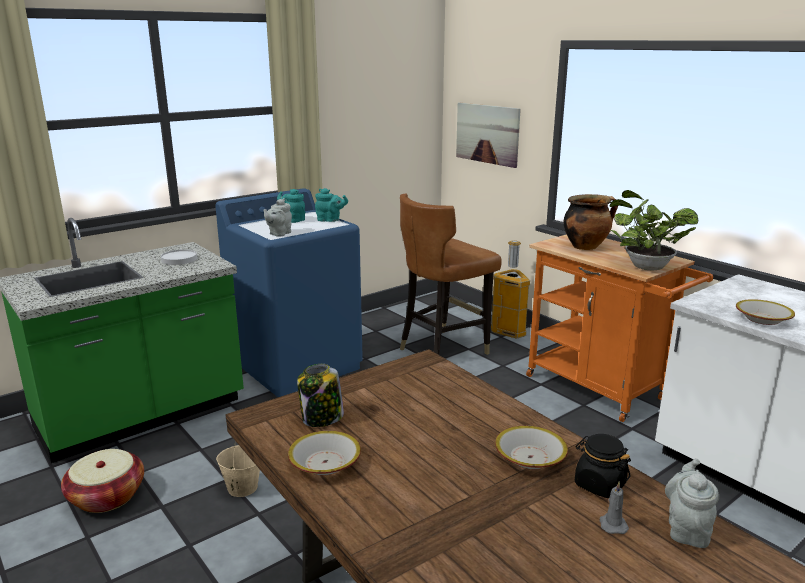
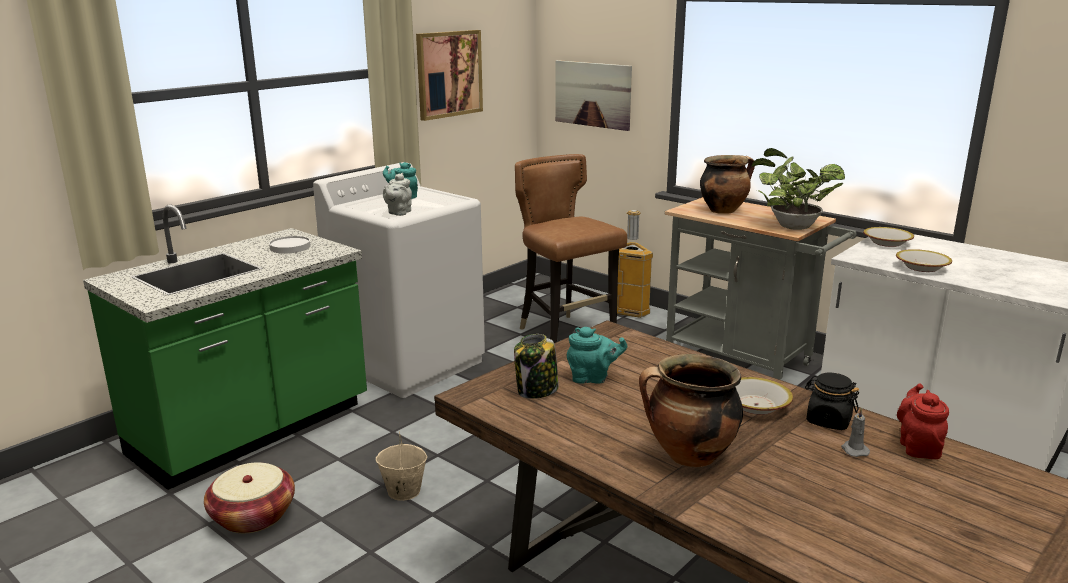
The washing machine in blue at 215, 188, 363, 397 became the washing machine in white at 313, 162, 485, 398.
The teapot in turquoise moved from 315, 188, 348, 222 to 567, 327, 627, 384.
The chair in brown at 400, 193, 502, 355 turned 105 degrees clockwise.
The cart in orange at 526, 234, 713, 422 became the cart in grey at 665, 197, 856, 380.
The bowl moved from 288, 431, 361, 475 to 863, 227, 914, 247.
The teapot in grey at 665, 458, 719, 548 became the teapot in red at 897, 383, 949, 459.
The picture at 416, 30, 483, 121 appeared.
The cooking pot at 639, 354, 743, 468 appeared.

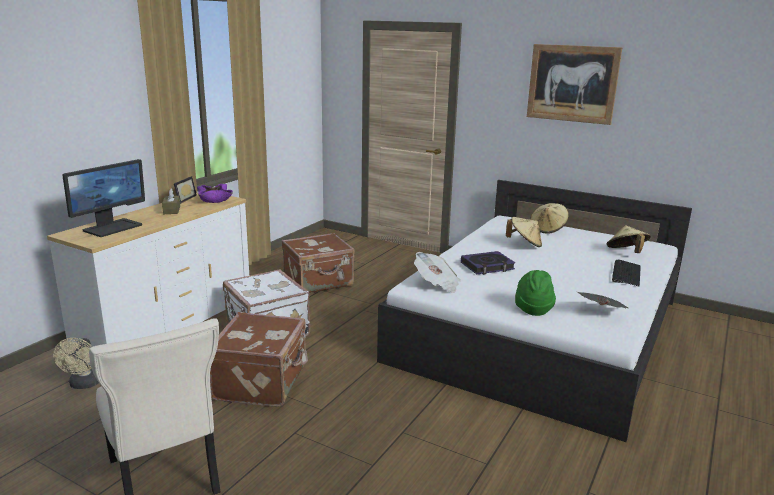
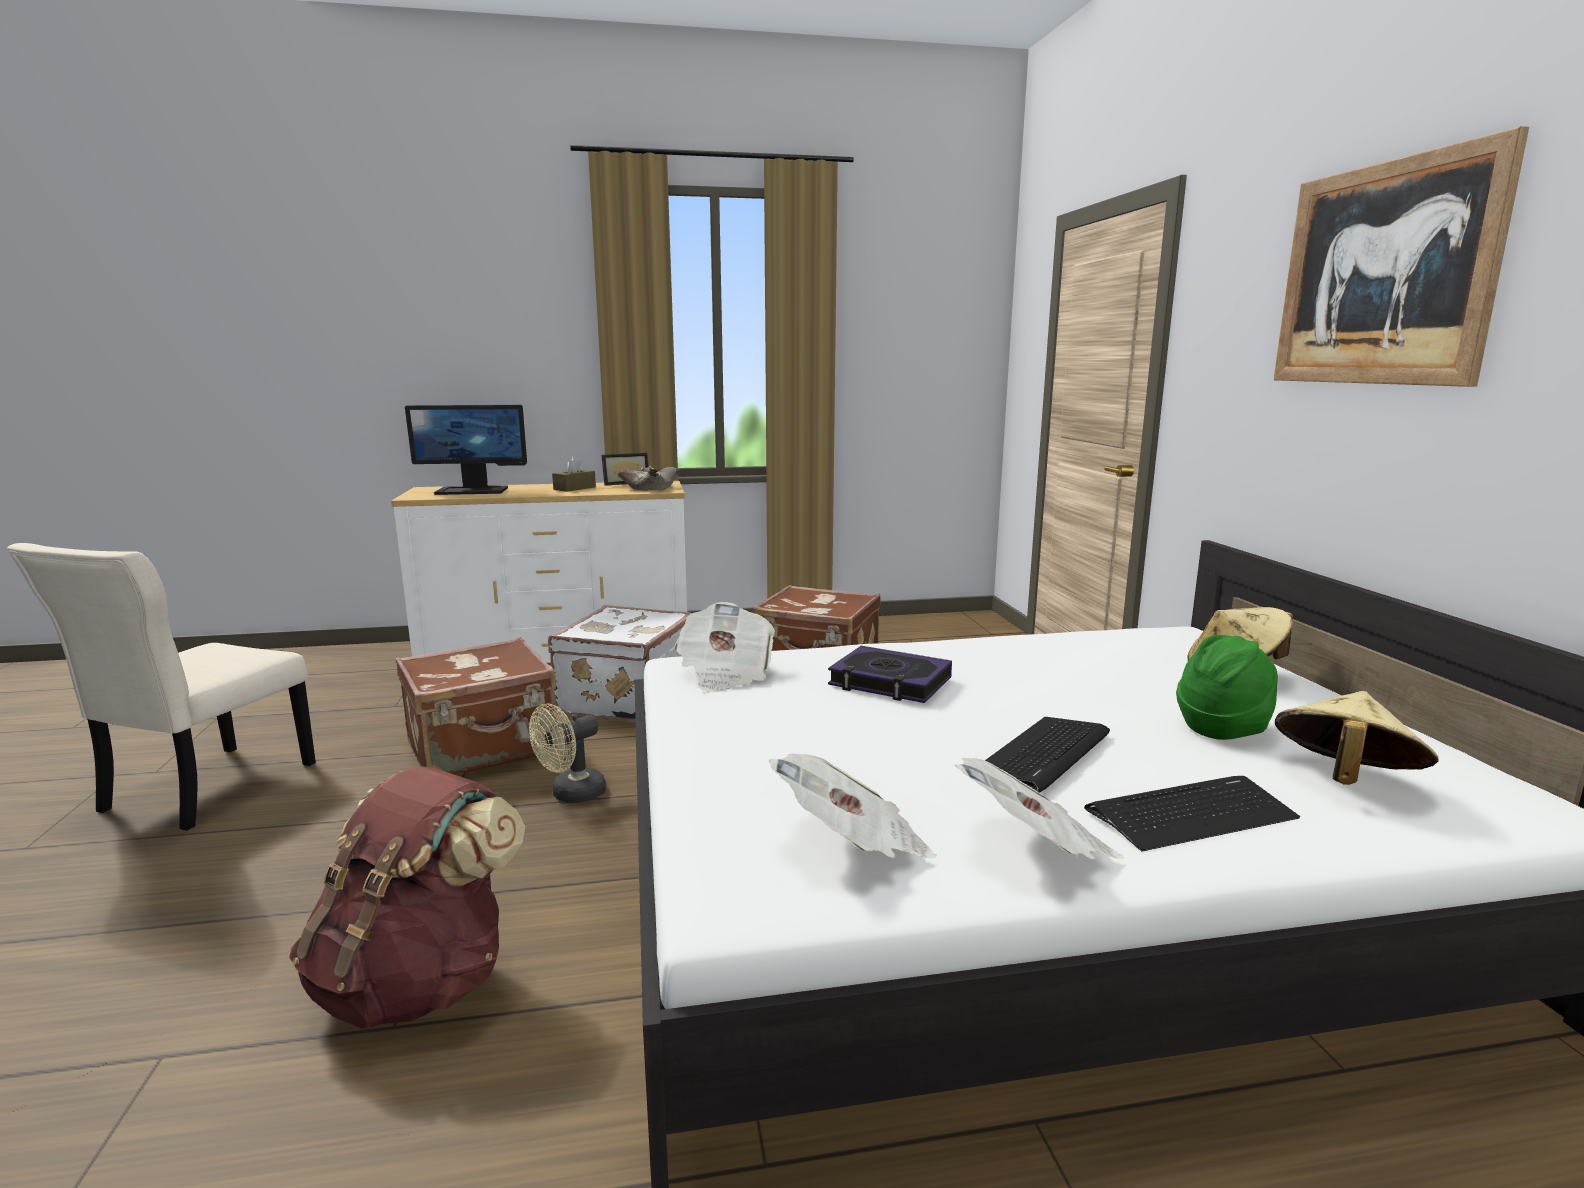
The bowl in purple at 197, 184, 233, 203 became the bowl in beige at 617, 466, 680, 491.
The hat in beige at 506, 217, 542, 247 disappeared.
The hat in green moved from 515, 270, 556, 316 to 1176, 635, 1278, 740.
The fan in beige moved from 53, 338, 99, 389 to 529, 704, 606, 803.
The keyboard at 985, 717, 1110, 793 appeared.
The newspaper at 955, 758, 1124, 860 appeared.
The backpack in brown at 289, 766, 525, 1029 appeared.

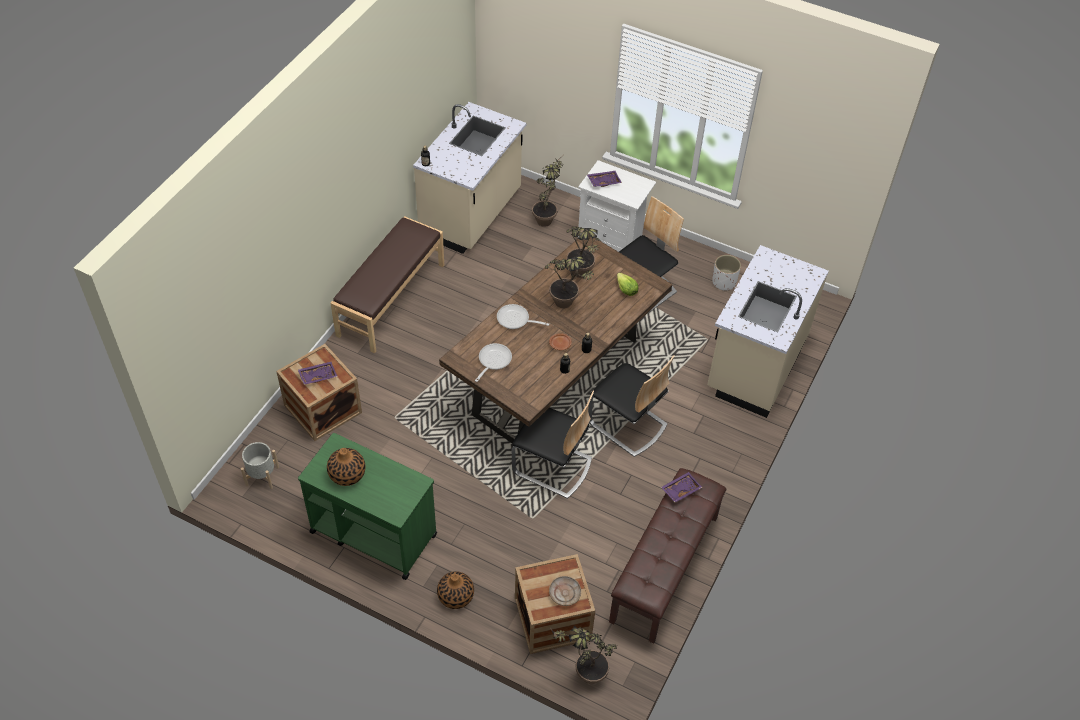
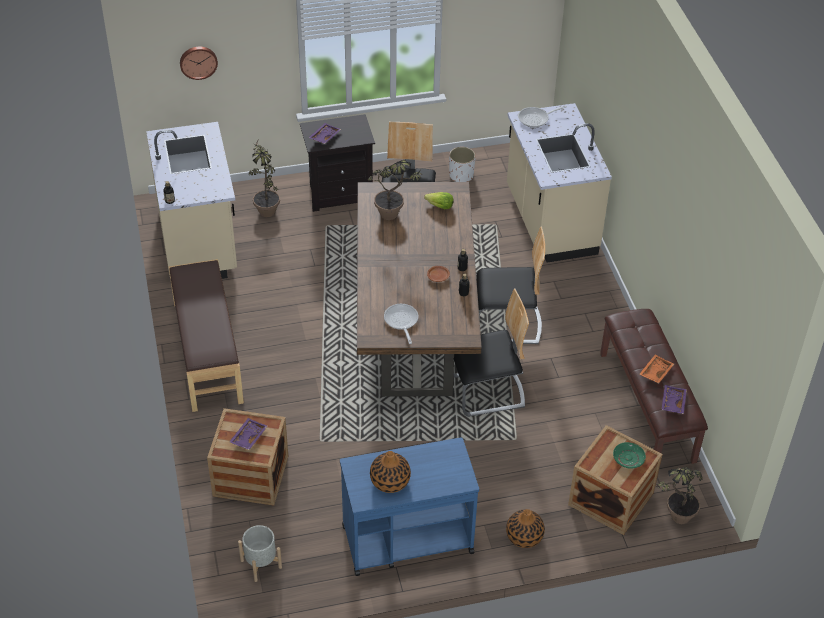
The nightstand in white at 578, 160, 656, 252 became the nightstand in black at 300, 114, 375, 212.
The potted plant at 545, 256, 594, 308 disappeared.
The frying pan moved from 497, 304, 549, 329 to 518, 106, 567, 128.
The cart in green at 298, 433, 437, 580 became the cart in blue at 340, 437, 479, 576.
The tray in purple moved from 661, 472, 703, 502 to 661, 385, 687, 414.
The plate in beige at 549, 576, 581, 606 became the plate in green at 613, 442, 646, 469.
The wall clock at 180, 47, 218, 80 appeared.
The tray in orange at 639, 355, 674, 384 appeared.

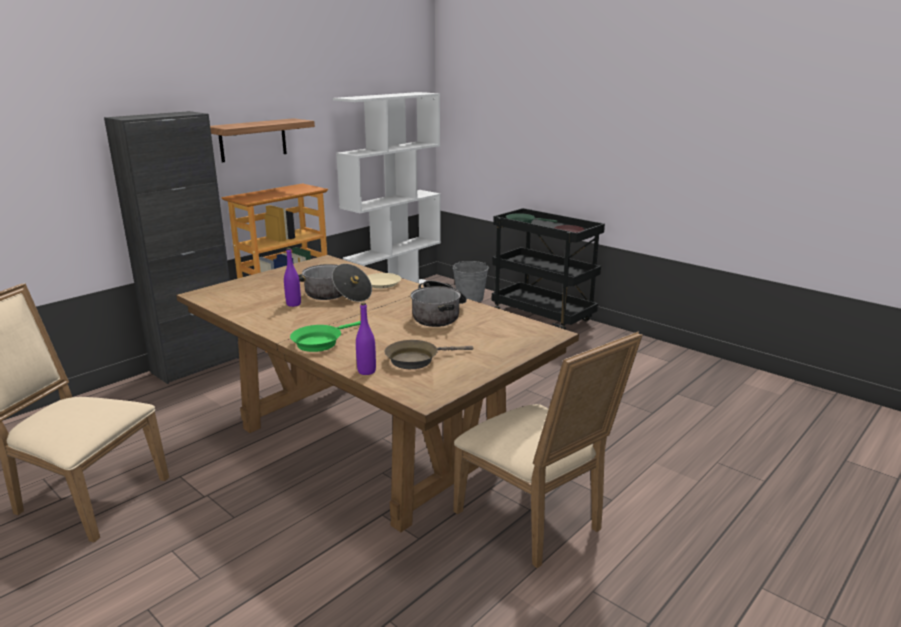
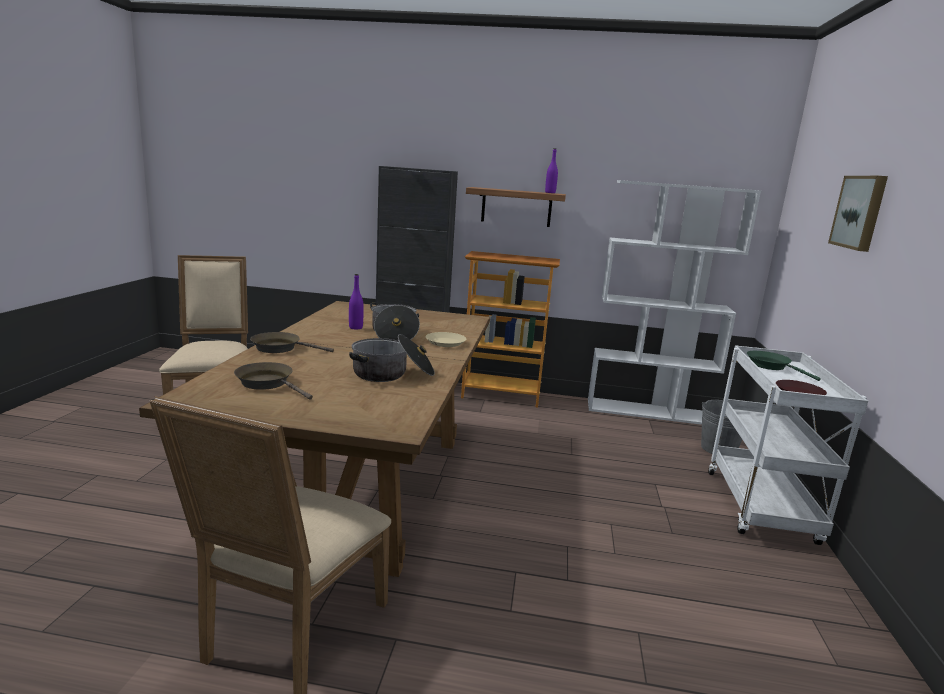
The cart in black at 492, 208, 605, 330 became the cart in white at 708, 345, 868, 545.
The bottle in purple moved from 356, 302, 376, 375 to 545, 148, 558, 193.
The frying pan in green at 290, 321, 361, 352 became the frying pan in brown at 250, 332, 334, 353.
The picture at 828, 176, 888, 252 appeared.

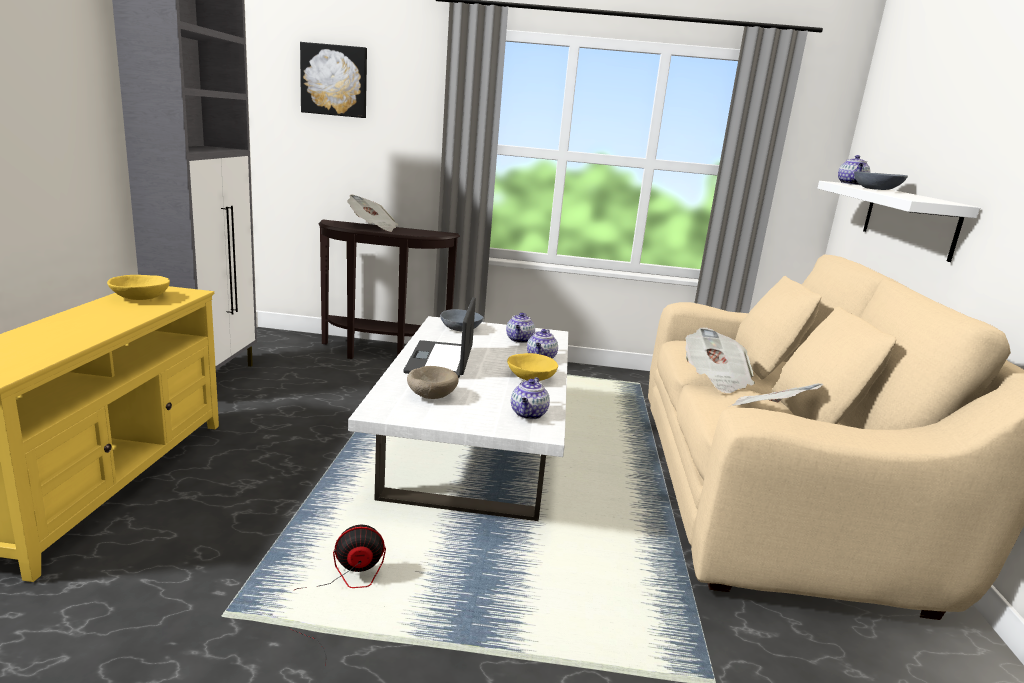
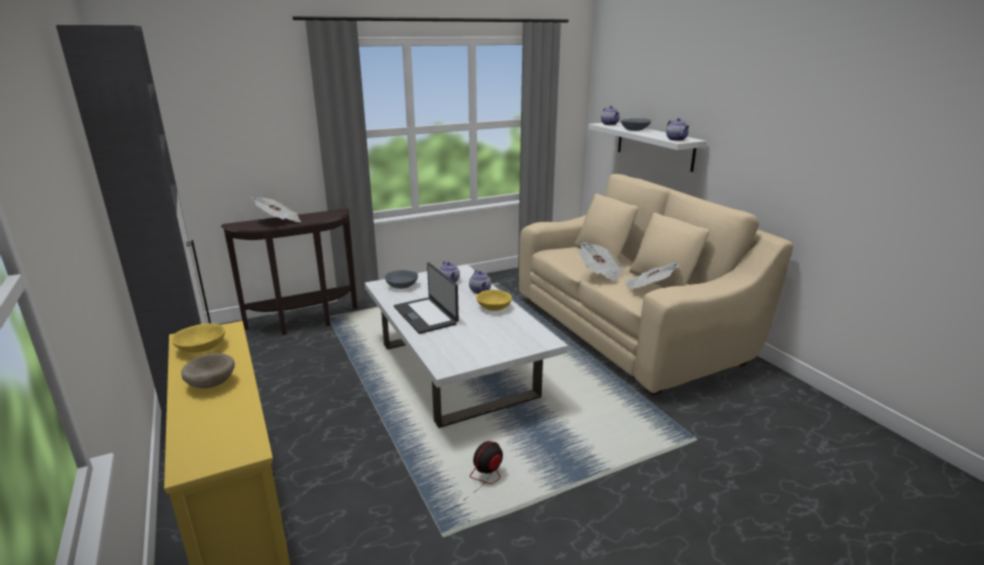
The picture at 300, 42, 367, 118 disappeared.
The bowl in beige moved from 407, 366, 459, 399 to 181, 353, 235, 389.
The teapot moved from 511, 377, 550, 419 to 666, 118, 689, 141.

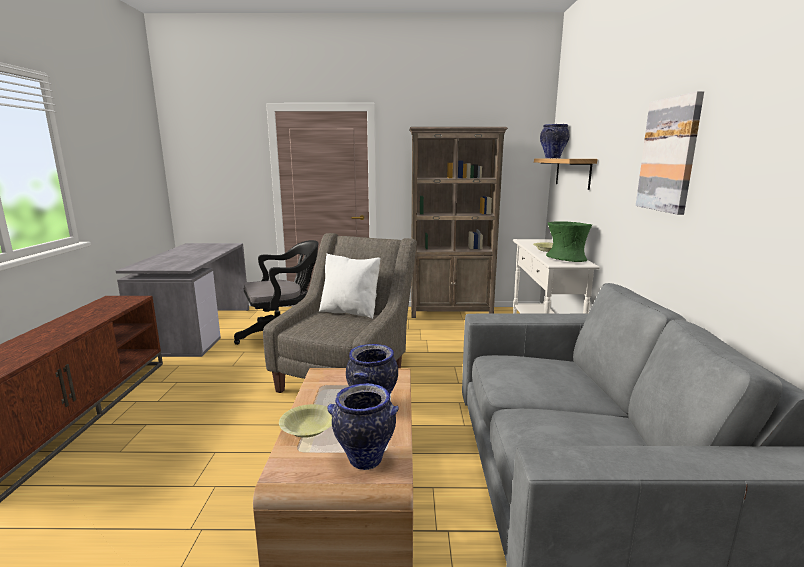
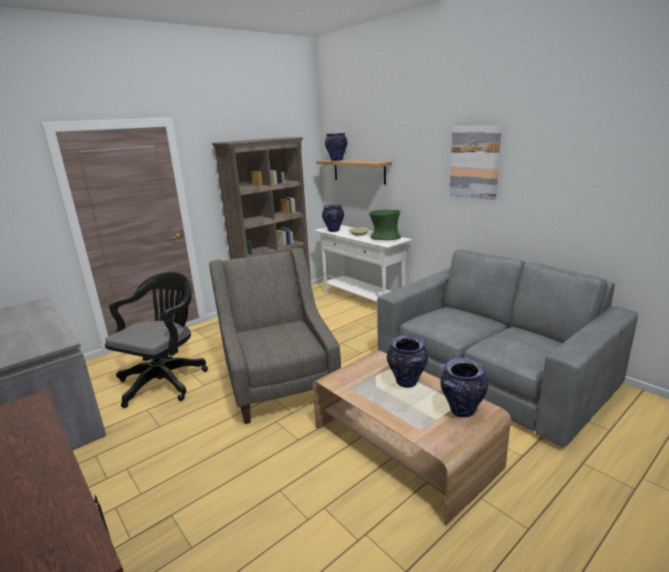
The pillow in white at 319, 253, 381, 319 disappeared.
The bowl in yellow at 279, 404, 332, 438 disappeared.
The vase at 322, 204, 344, 232 appeared.

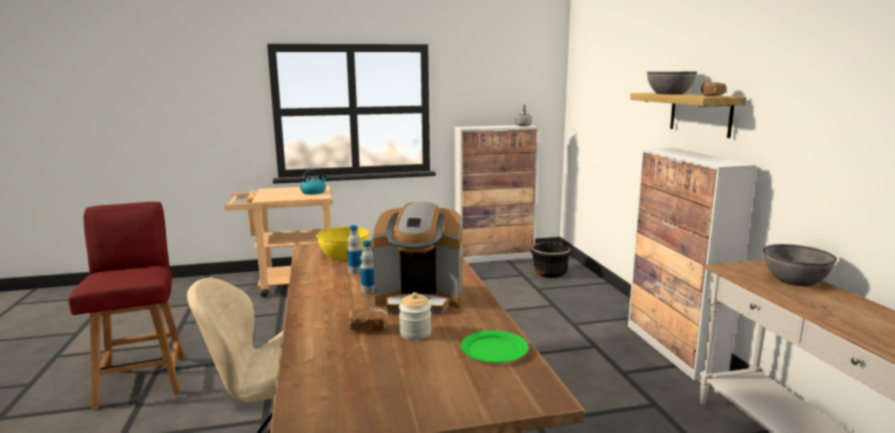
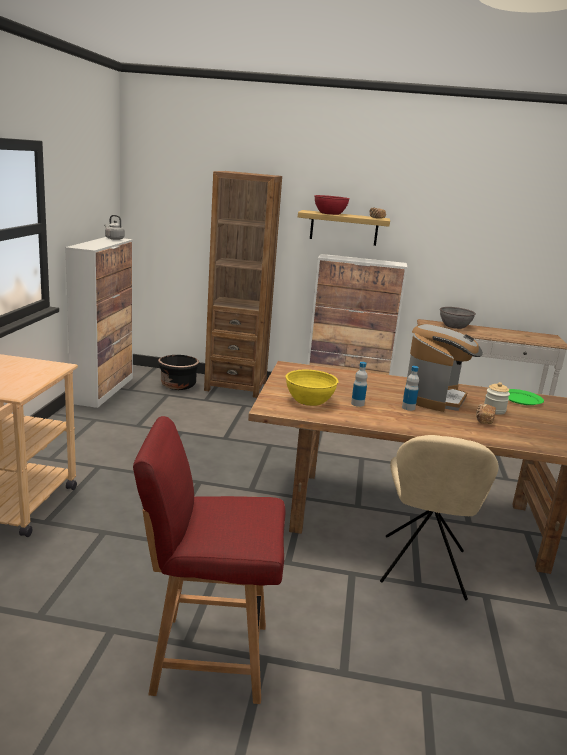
The bowl in grey at 647, 72, 697, 94 became the bowl in red at 314, 195, 350, 215.
The kettle at 300, 169, 327, 195 disappeared.
The bookcase in brown at 204, 171, 282, 398 appeared.

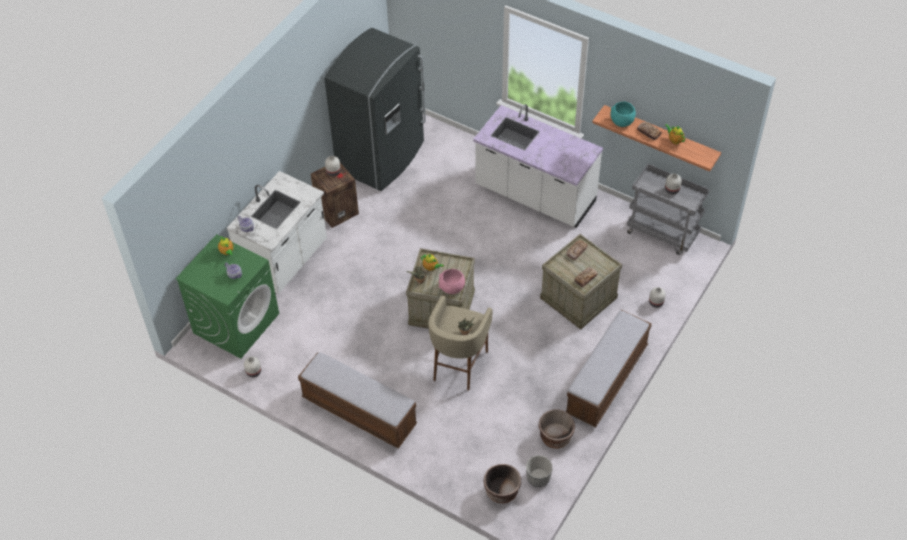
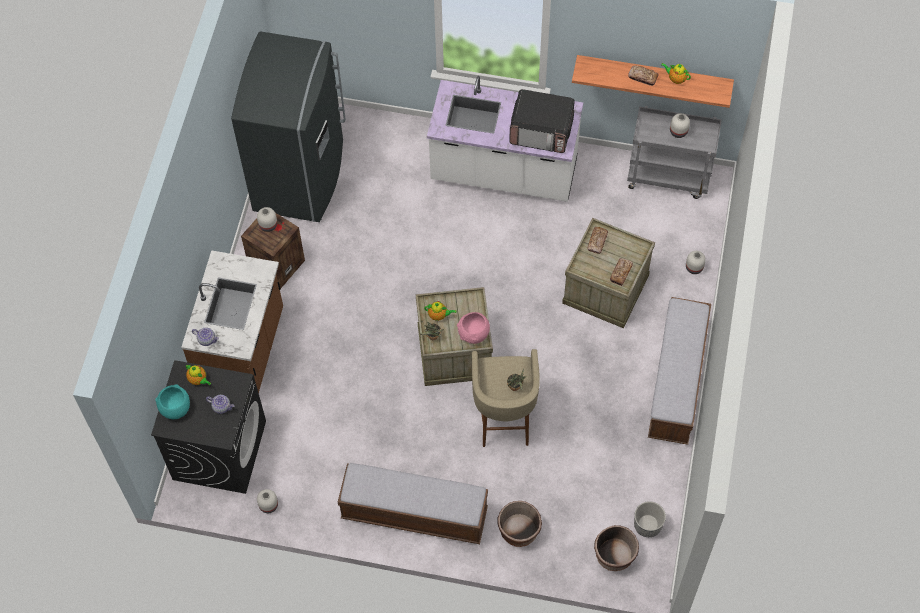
The bowl in turquoise moved from 611, 102, 636, 127 to 155, 384, 190, 419.
The counter in white at 227, 171, 327, 294 became the counter in brown at 181, 250, 283, 393.
The washing machine in green at 175, 234, 279, 359 became the washing machine in black at 151, 360, 266, 494.
The planter in brown moved from 539, 409, 575, 449 to 498, 501, 542, 547.
The microwave at 509, 89, 575, 153 appeared.

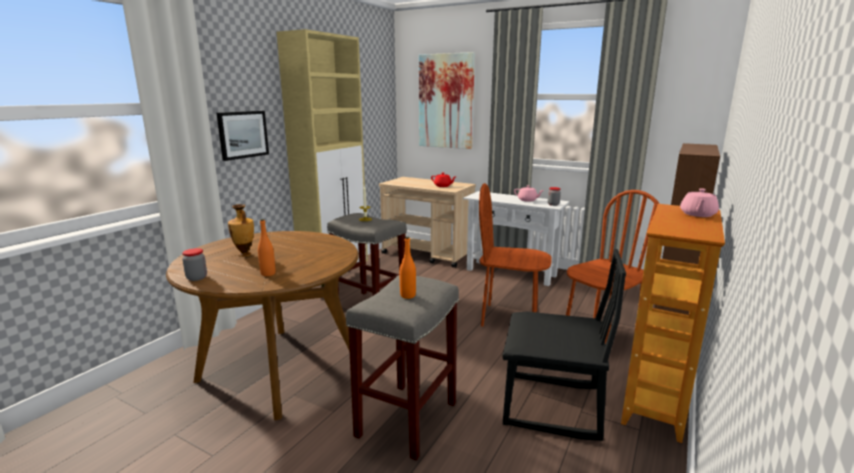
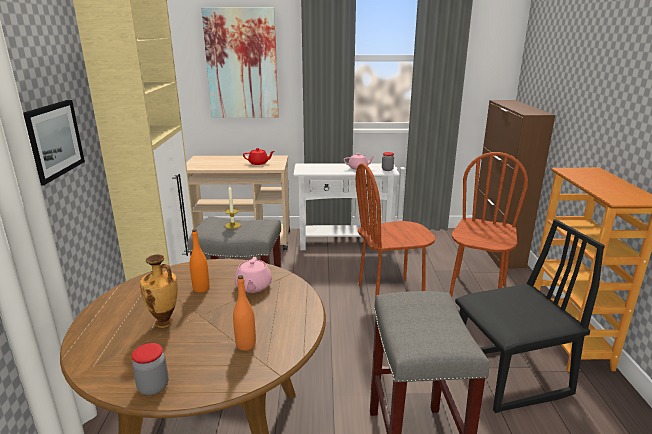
The teapot in pink moved from 680, 188, 719, 217 to 234, 257, 272, 293.
The bottle in orange moved from 400, 237, 416, 299 to 190, 229, 209, 293.

